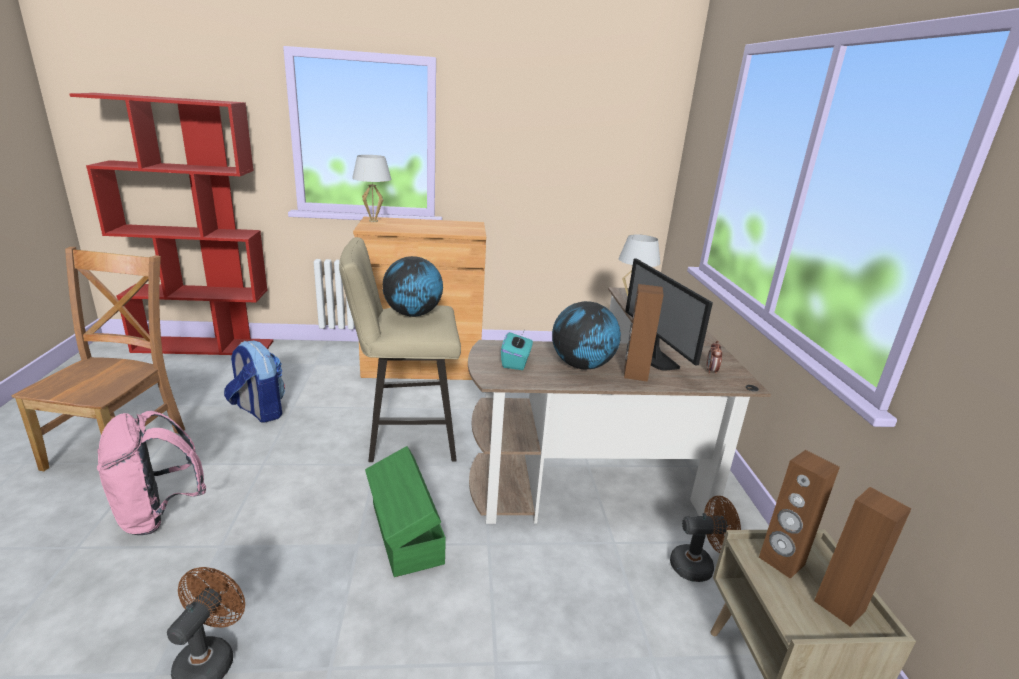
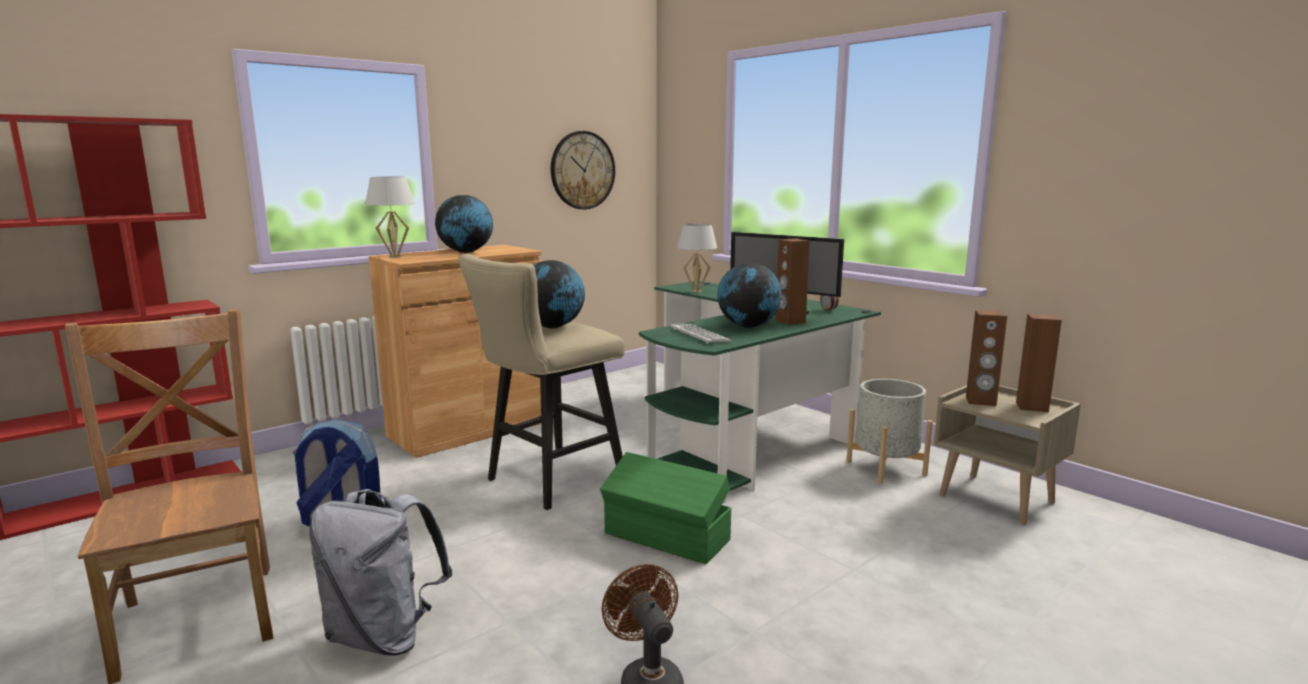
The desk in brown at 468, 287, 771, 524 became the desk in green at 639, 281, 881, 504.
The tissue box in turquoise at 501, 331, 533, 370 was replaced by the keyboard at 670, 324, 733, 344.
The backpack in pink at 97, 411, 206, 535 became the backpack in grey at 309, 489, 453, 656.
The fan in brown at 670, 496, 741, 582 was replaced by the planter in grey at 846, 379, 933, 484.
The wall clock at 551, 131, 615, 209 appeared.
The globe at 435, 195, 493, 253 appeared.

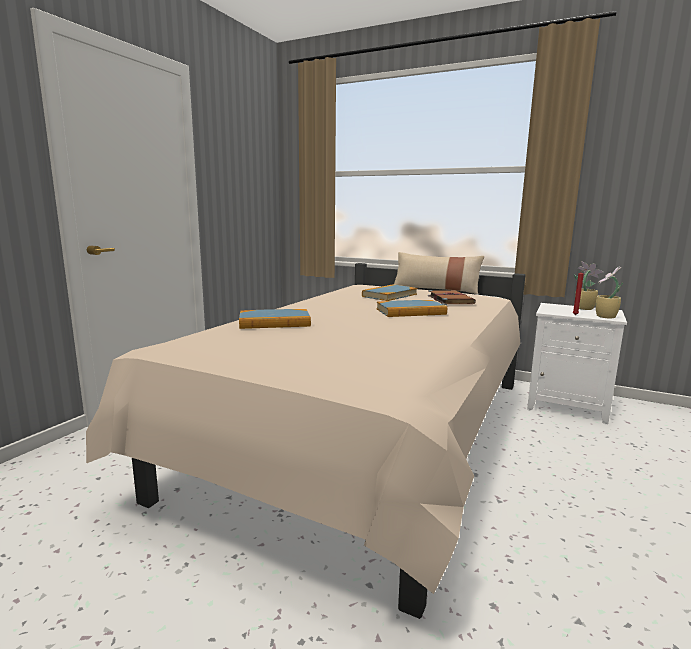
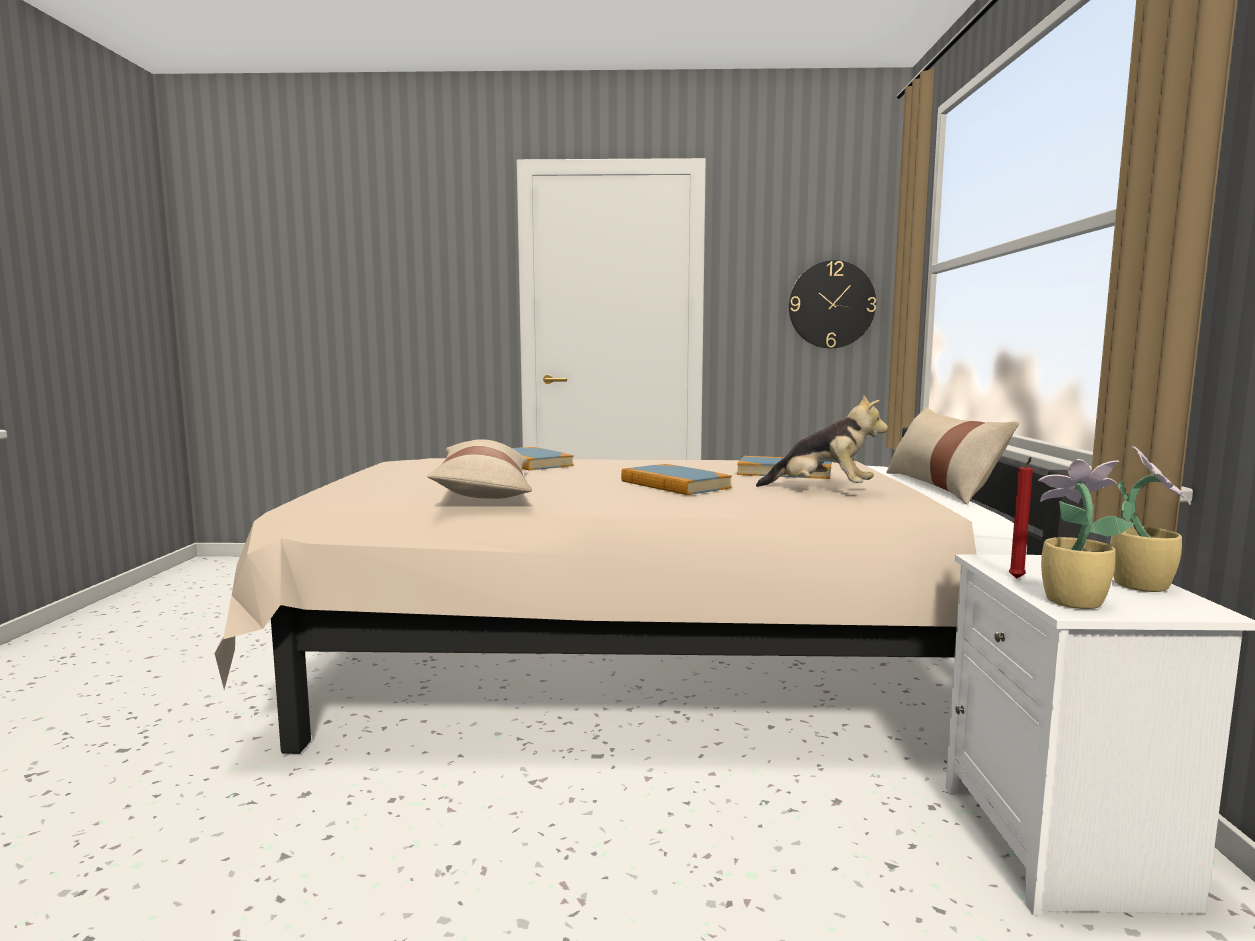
The book in brown at 428, 290, 476, 305 was replaced by the plush toy at 756, 396, 888, 487.
The wall clock at 789, 260, 876, 348 appeared.
The pillow in beige at 428, 439, 532, 499 appeared.

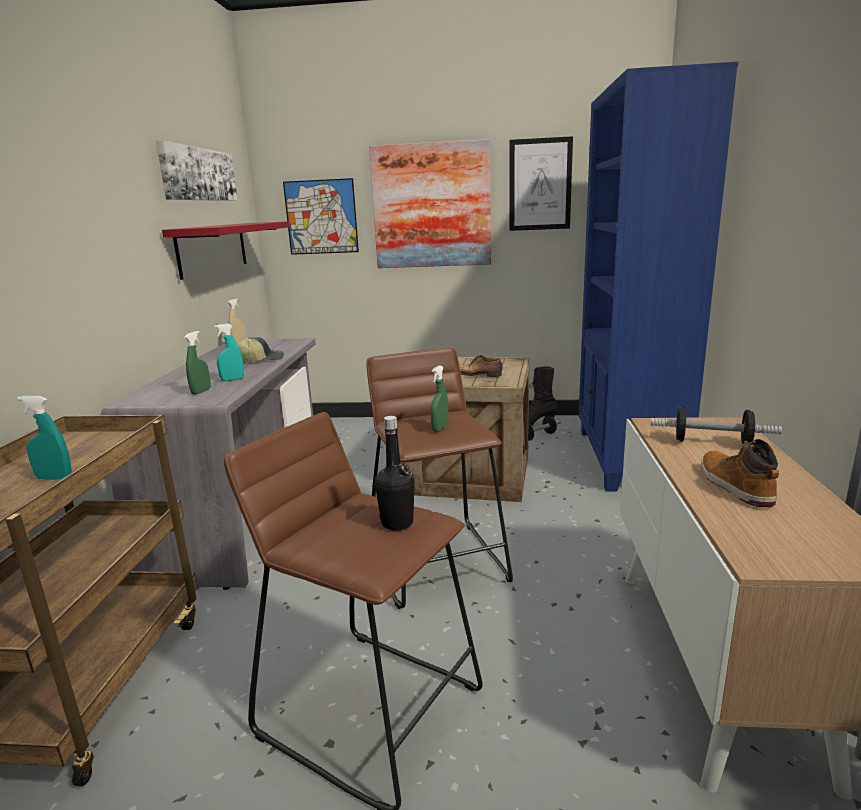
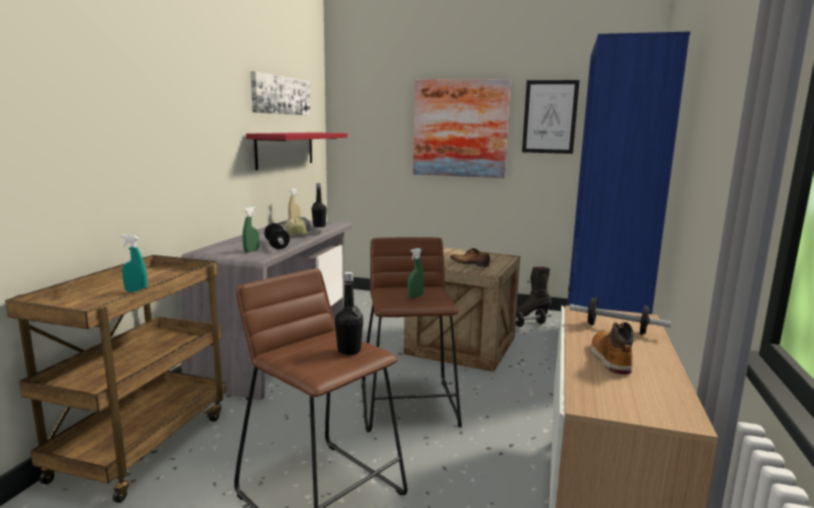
The picture at 283, 178, 359, 255 disappeared.
The spray bottle in turquoise at 214, 324, 244, 381 was replaced by the dumbbell at 264, 223, 290, 249.
The bottle in black at 312, 183, 327, 227 appeared.

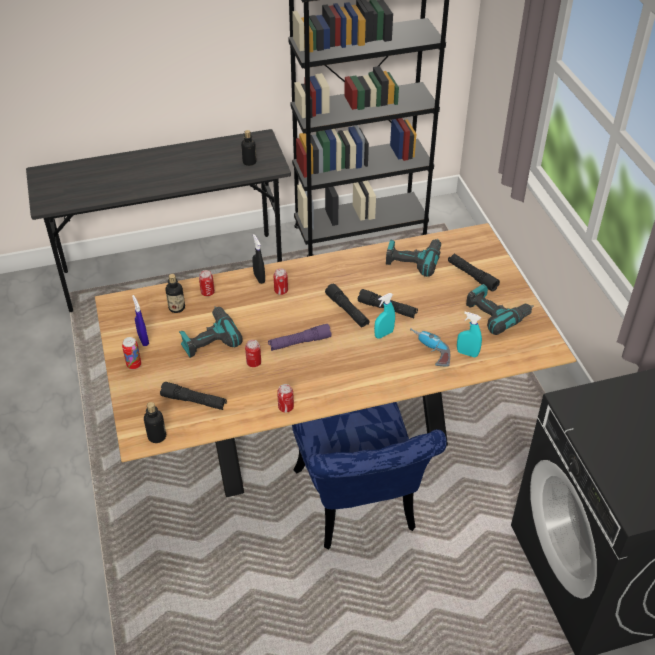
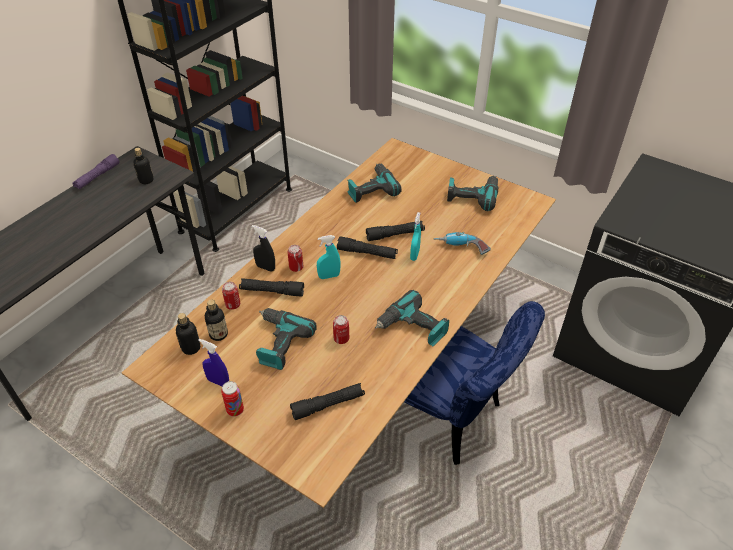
The flashlight in black moved from 448, 254, 500, 292 to 239, 278, 304, 297.
The spray bottle in turquoise moved from 457, 312, 482, 357 to 317, 235, 341, 279.
The flashlight in purple moved from 268, 324, 331, 351 to 72, 154, 120, 190.
The can at 277, 384, 294, 412 disappeared.
The bottle moved from 144, 402, 166, 443 to 176, 313, 200, 355.
The power drill at 375, 290, 449, 346 appeared.

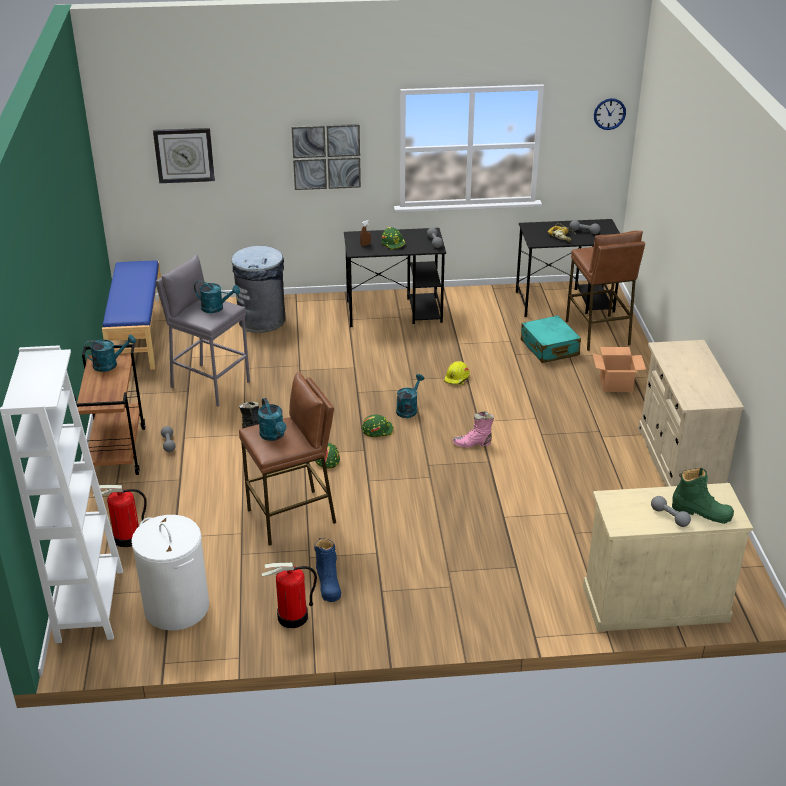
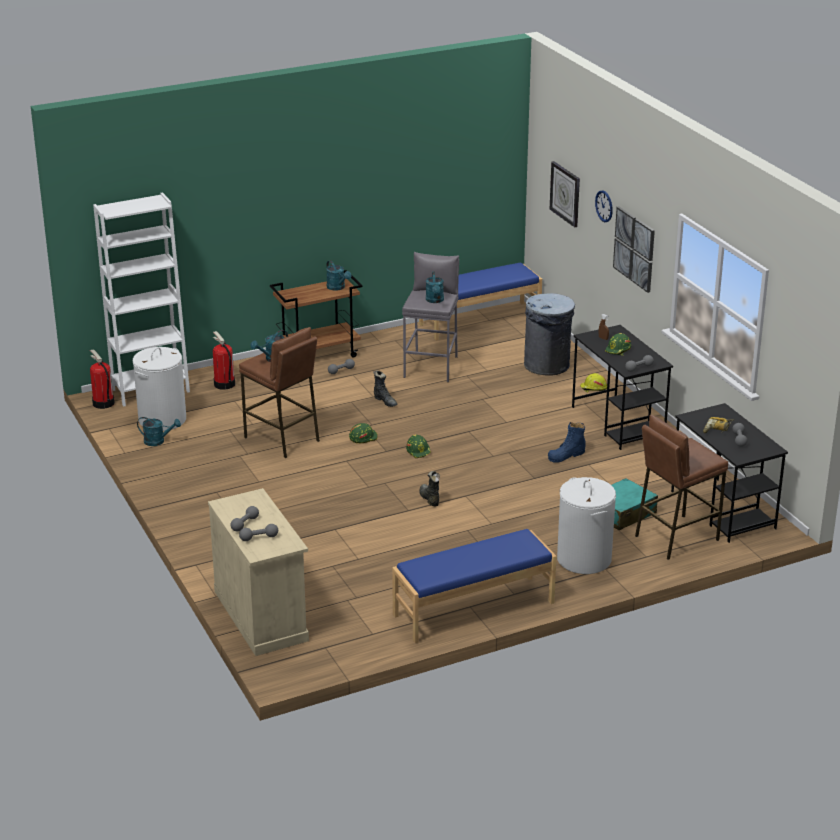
The wall clock moved from 594, 98, 626, 130 to 595, 190, 613, 222.
The cabinet in beige at 638, 340, 744, 487 was replaced by the bench in blue at 392, 529, 557, 643.
The cardboard box at 593, 347, 646, 392 was replaced by the laundry basket in white at 557, 477, 616, 574.
The hard hat in yellow moved from 444, 361, 470, 385 to 580, 373, 607, 392.
The watering can in turquoise moved from 396, 374, 424, 418 to 137, 417, 181, 446.
The boot in pink at 452, 411, 494, 447 became the boot in black at 419, 471, 440, 506.
The boot in green at 672, 468, 734, 524 was replaced by the dumbbell in grey at 239, 524, 278, 541.
The boot in blue moved from 314, 538, 341, 602 to 548, 422, 586, 463.
The fire extinguisher moved from 262, 563, 317, 628 to 90, 349, 115, 409.

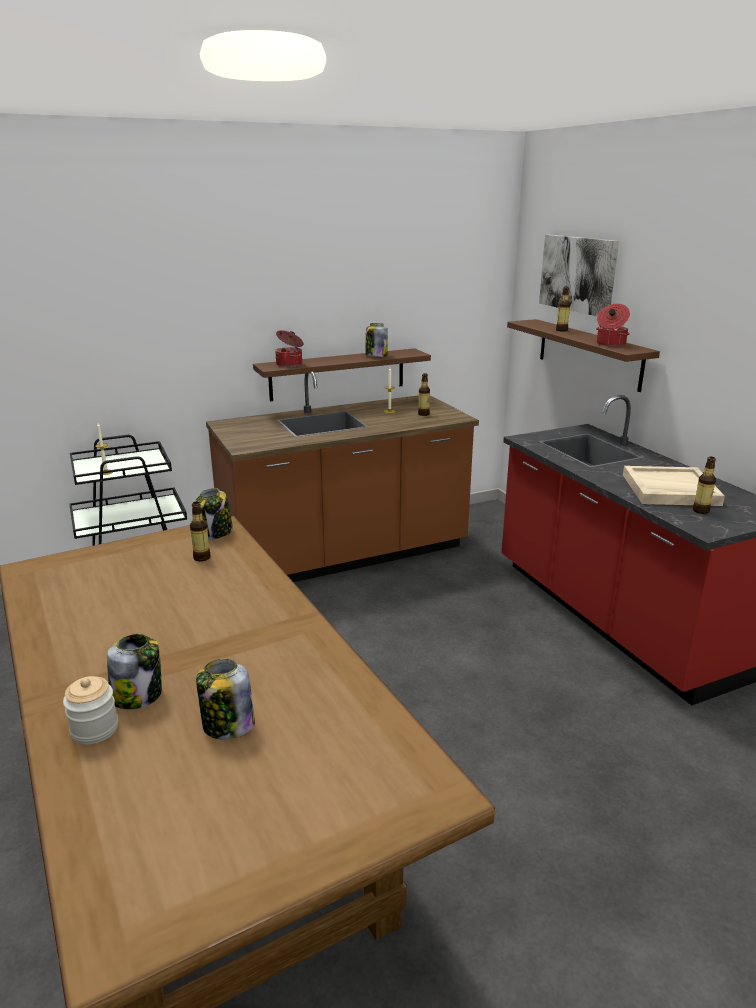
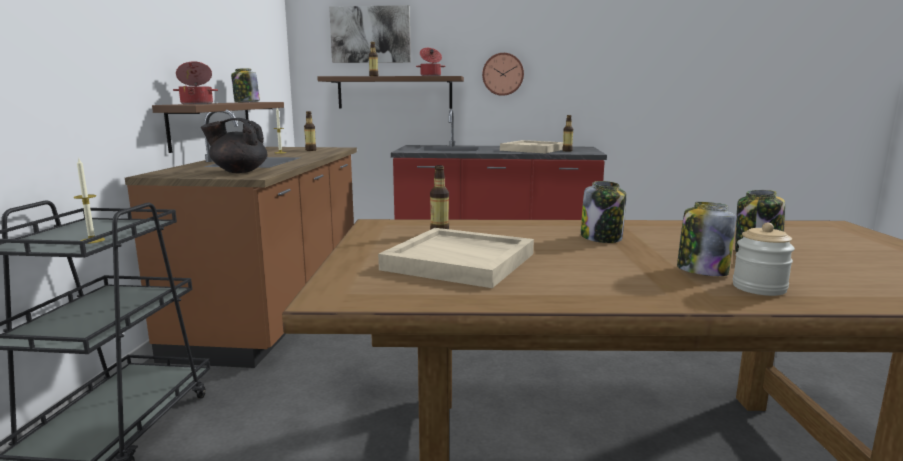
The jar moved from 196, 488, 233, 539 to 581, 181, 626, 243.
The wall clock at 482, 53, 524, 96 appeared.
The teapot in black at 201, 118, 267, 173 appeared.
The tray in beige at 378, 228, 534, 288 appeared.

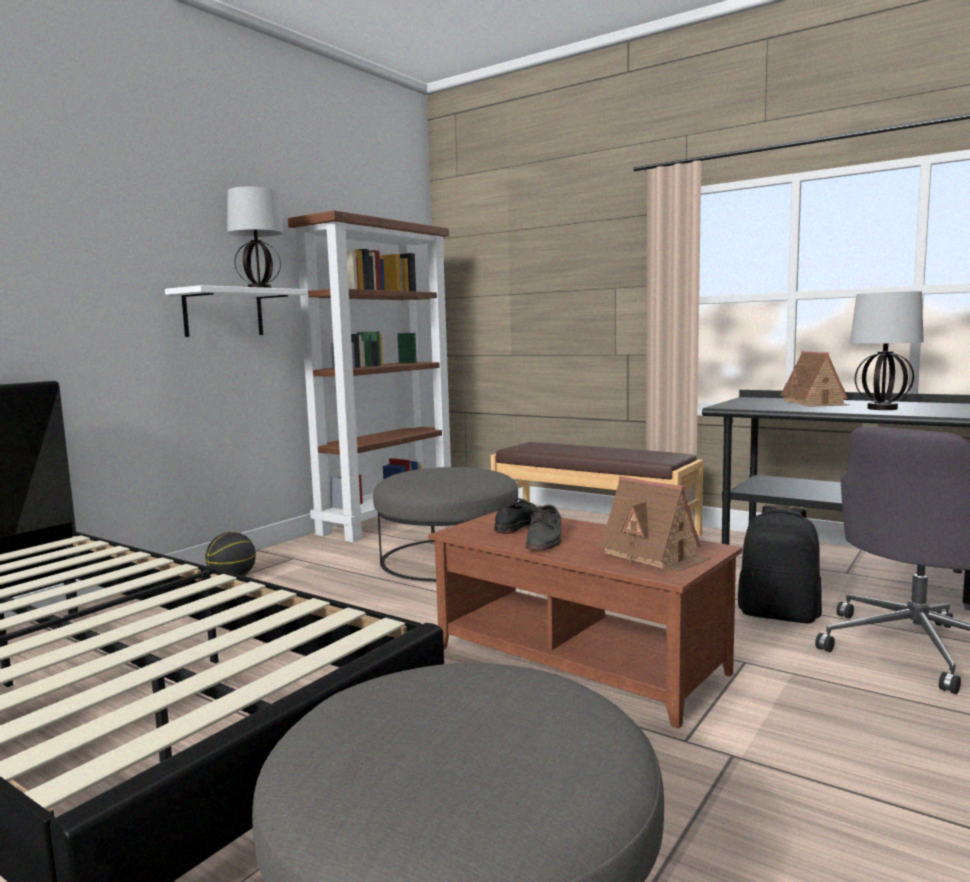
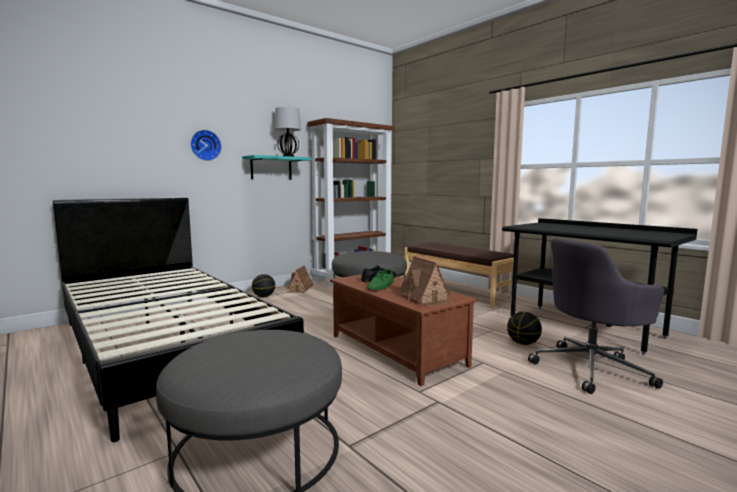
The shelf in white at 165, 285, 308, 337 became the shelf in turquoise at 242, 155, 311, 180.
The table lamp at 850, 291, 924, 410 disappeared.
The toy house moved from 780, 351, 849, 407 to 287, 265, 314, 293.
The shoe in grey at 526, 505, 561, 550 became the shoe in green at 367, 269, 394, 291.
The backpack in black at 738, 505, 822, 624 was replaced by the basketball at 507, 312, 542, 345.
The wall clock at 190, 130, 222, 161 appeared.

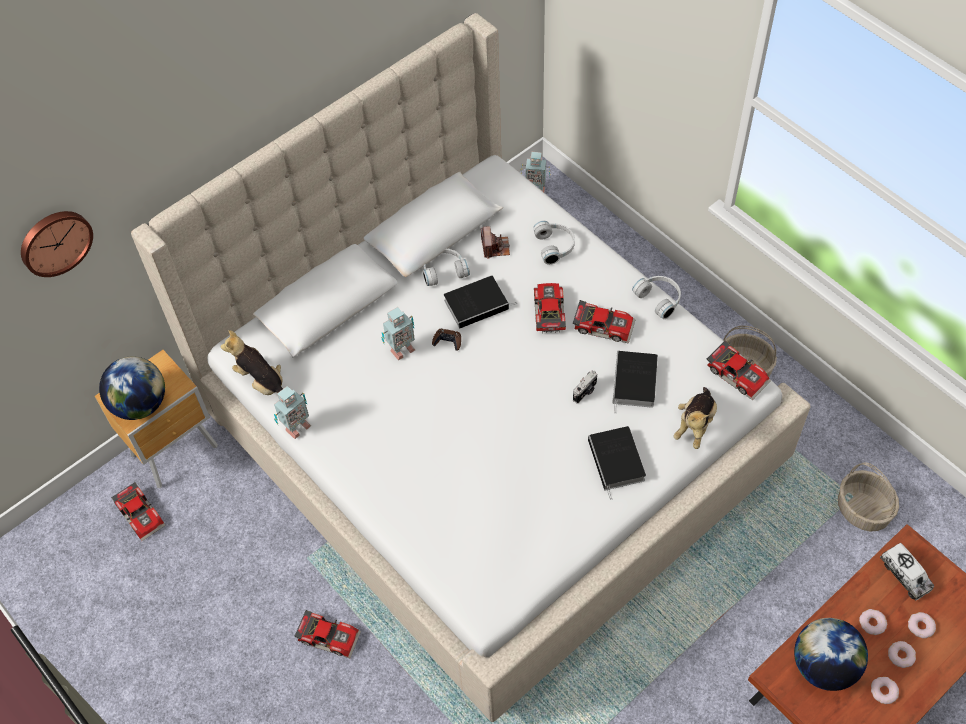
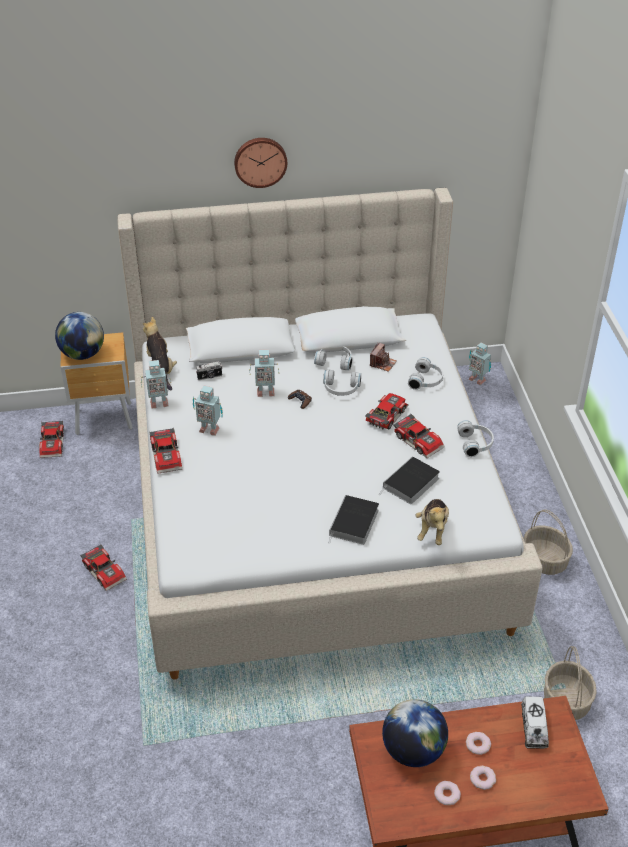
The wall clock moved from 21, 211, 93, 277 to 234, 138, 287, 188.
The book at 444, 276, 517, 329 was replaced by the headphones in white at 323, 370, 361, 396.
The toy car moved from 707, 341, 771, 400 to 149, 428, 182, 474.
The photo camera moved from 573, 370, 597, 404 to 196, 361, 223, 380.
The plush toy at 674, 387, 717, 449 turned 45 degrees counterclockwise.
The donut at 908, 612, 936, 638 disappeared.
The toy robot at 193, 386, 223, 436 appeared.

